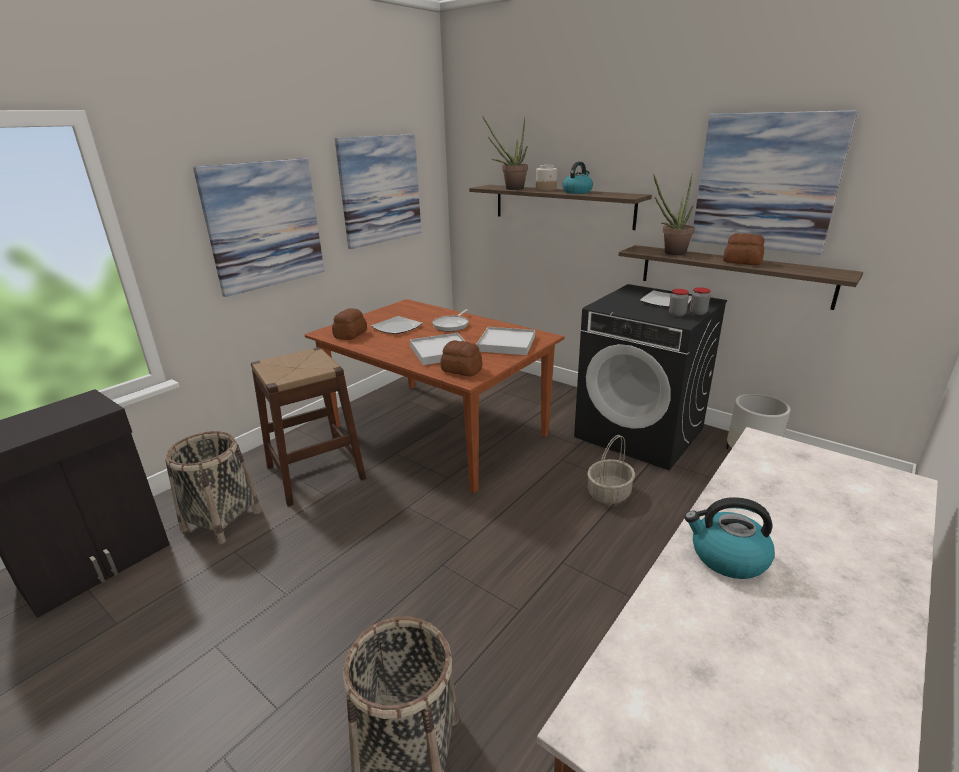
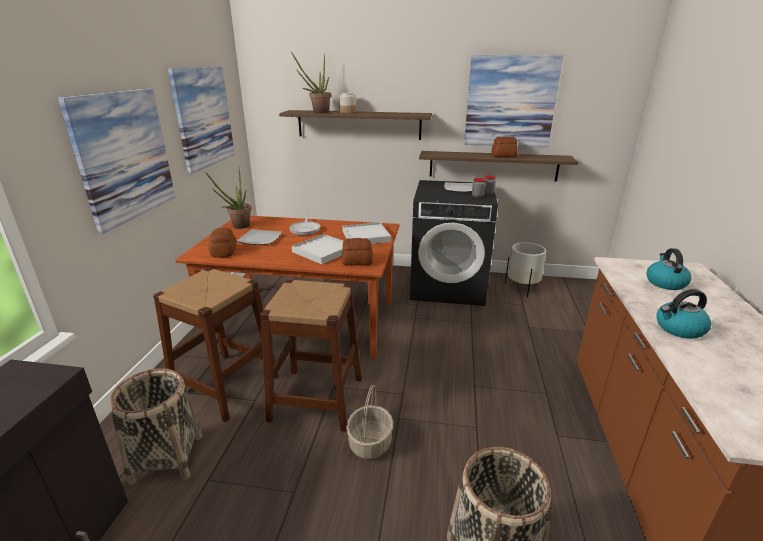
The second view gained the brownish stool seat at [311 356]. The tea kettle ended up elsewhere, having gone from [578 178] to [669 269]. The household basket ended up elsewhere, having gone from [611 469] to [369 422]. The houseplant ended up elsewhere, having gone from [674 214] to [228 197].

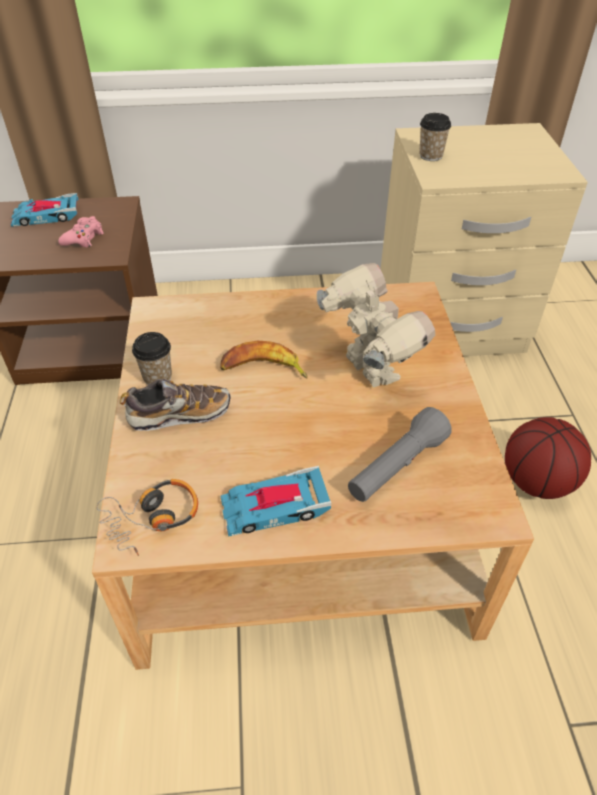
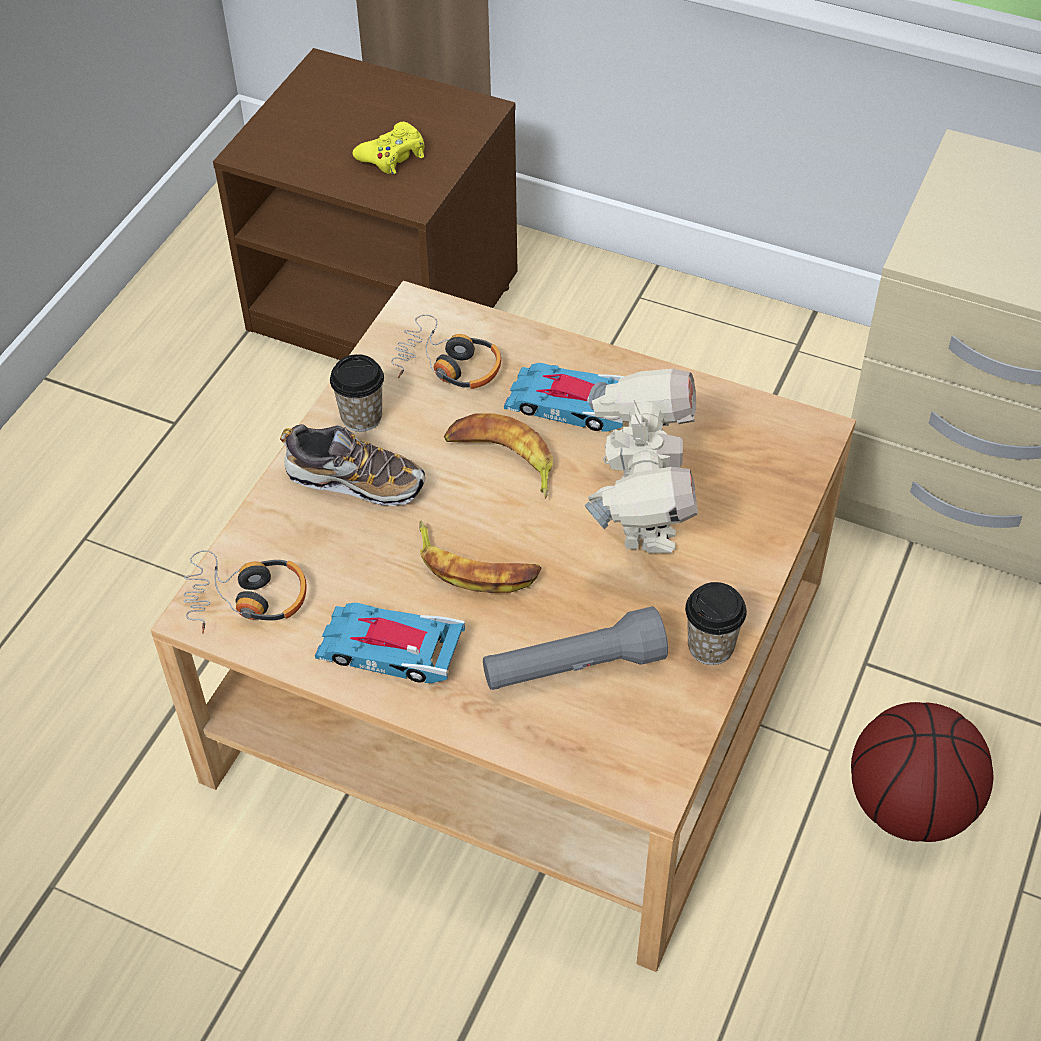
The second view gained the headset at [446 352]. The second view gained the banana fruit at [480 557]. The miniature car ended up elsewhere, having gone from [44 210] to [564 397]. The small cup ended up elsewhere, having gone from [435 137] to [716 623]. What was the pink joypad at [81 231] turned into the yellow-coloured joypad at [388 148].

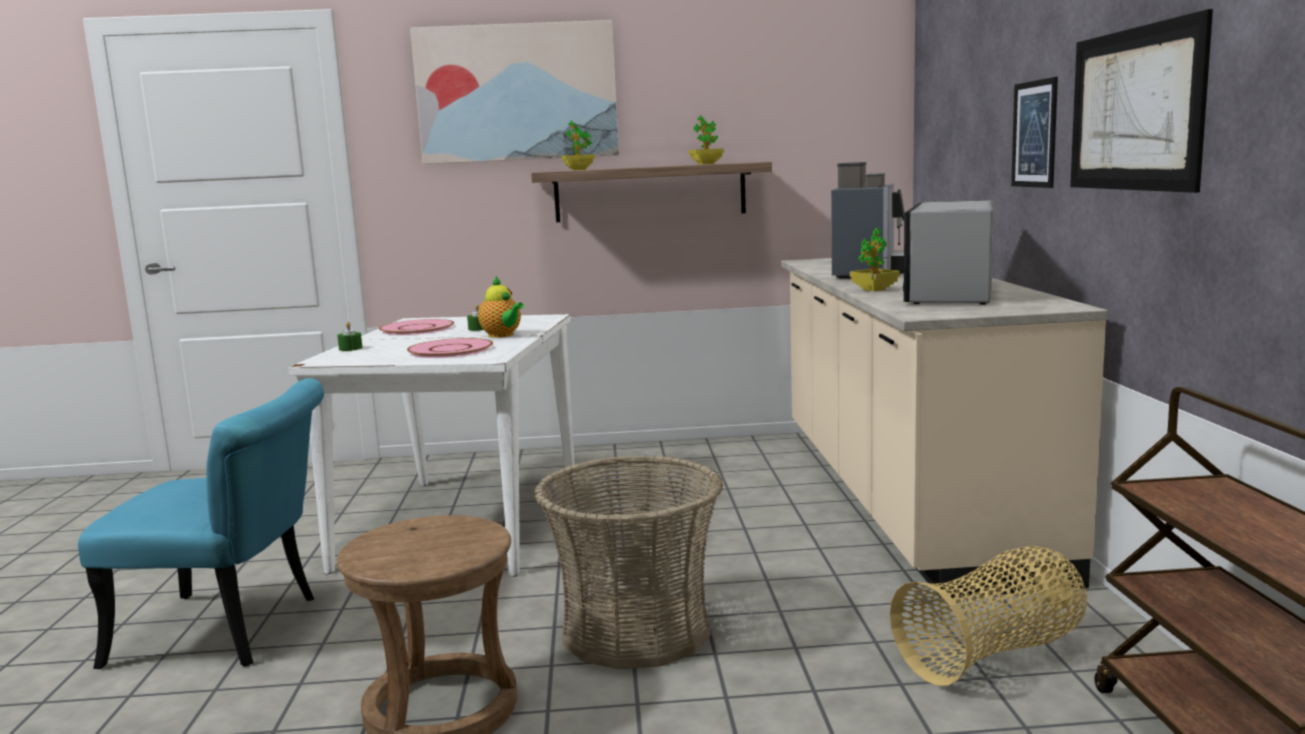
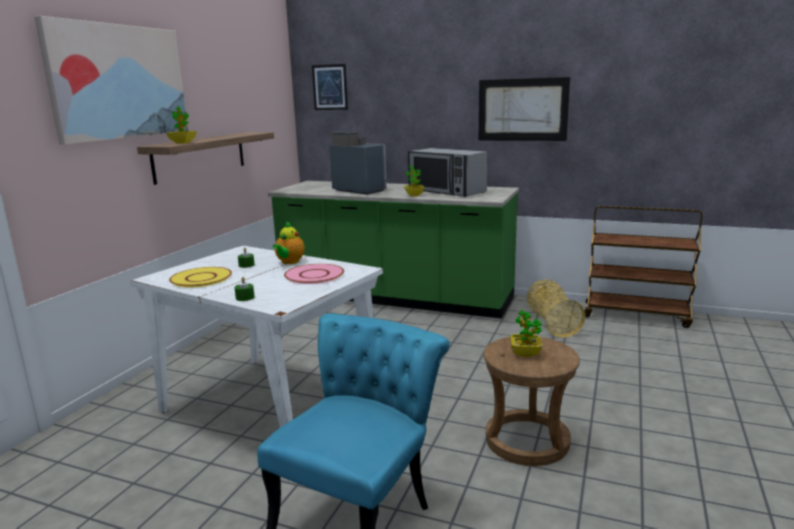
The second view lost the household basket at [628 562]. The houseplant ended up elsewhere, having gone from [706 140] to [526 333]. The picture ended up elsewhere, having gone from [1034 132] to [330 87]. What was the pink plate at [416 327] turned into the yellow-coloured plate at [200 277]. What was the sand-coloured kitchen base unit at [944 428] turned into the green kitchen base unit at [393 250]. The tea pot at [501 307] ended up facing another way, 120 degrees clockwise from before.

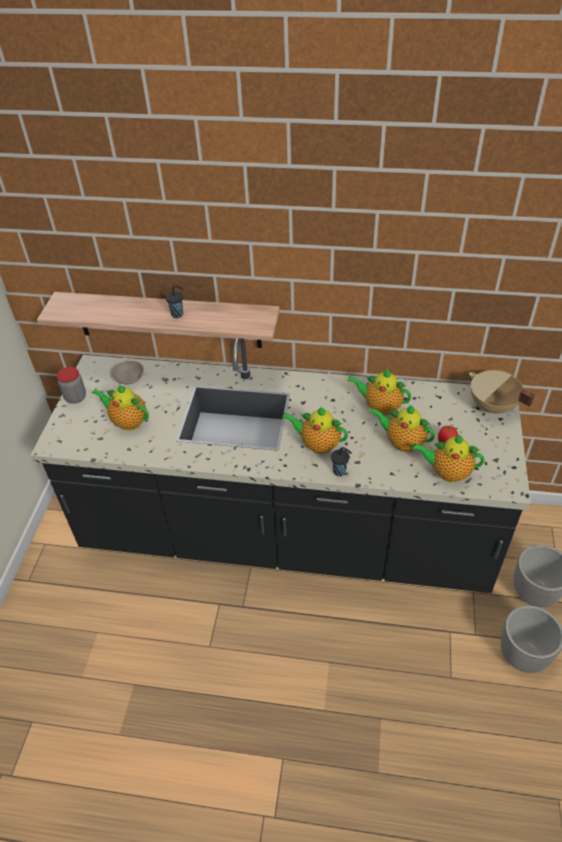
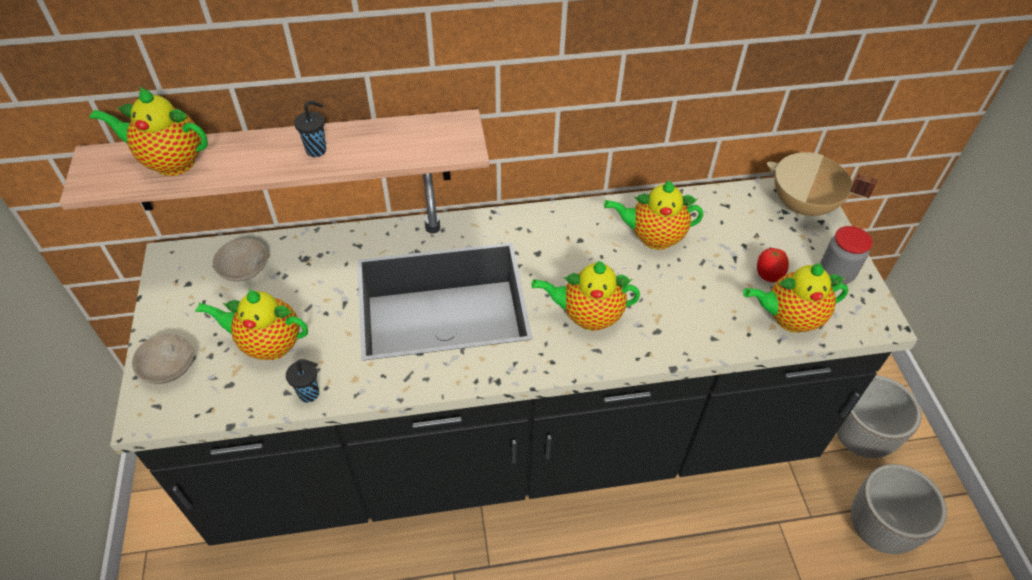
The second view gained the sand-coloured deep dish at [163 359]. The preserve jar ended up elsewhere, having gone from [71 385] to [846 255]. The black-coloured small cup ended up elsewhere, having gone from [341 461] to [302 381]. The tea pot ended up elsewhere, having gone from [402 428] to [148 131].

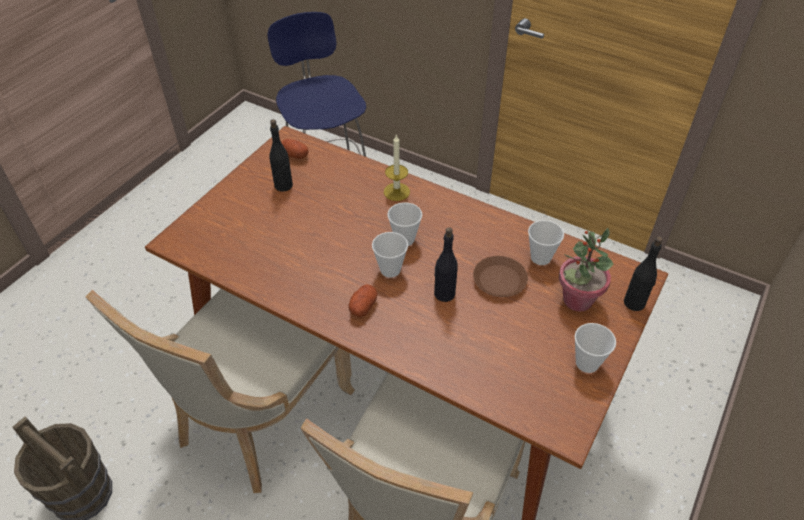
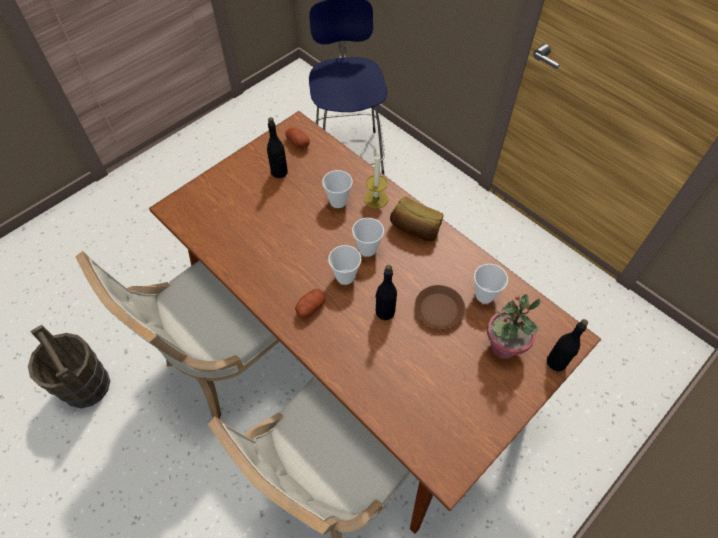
The second view gained the baked bread at [416 218]. The small cup ended up elsewhere, having gone from [595 348] to [337 189].

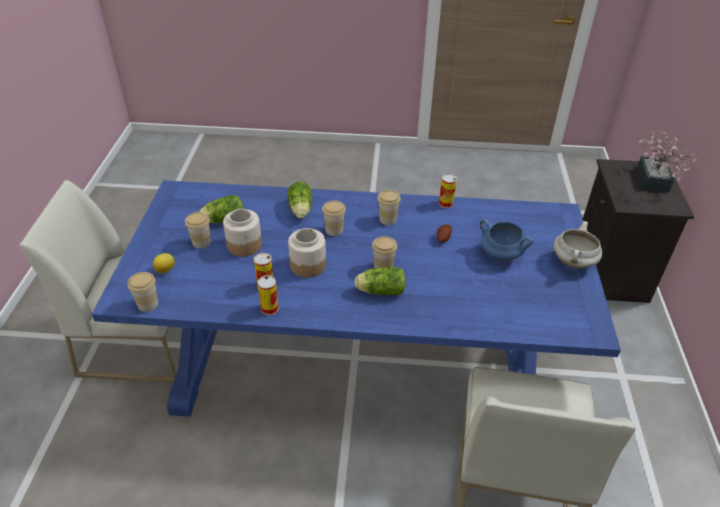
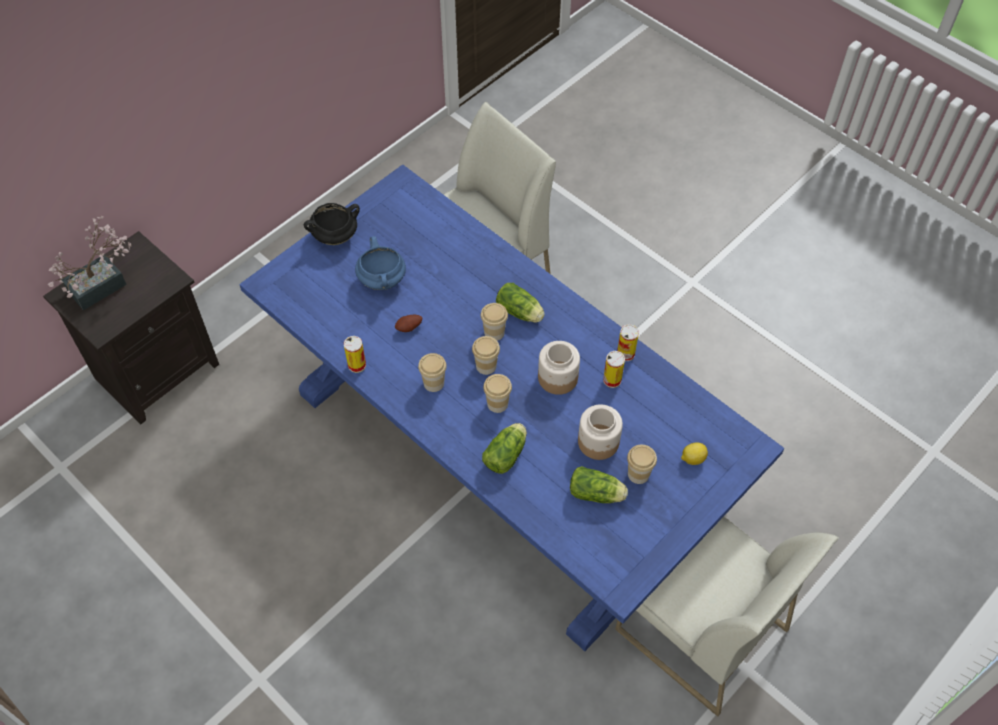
The small cup ended up elsewhere, having gone from [142 292] to [486 355]. What was the whitish stockpot at [577 245] turned into the black-coloured stockpot at [332 224].

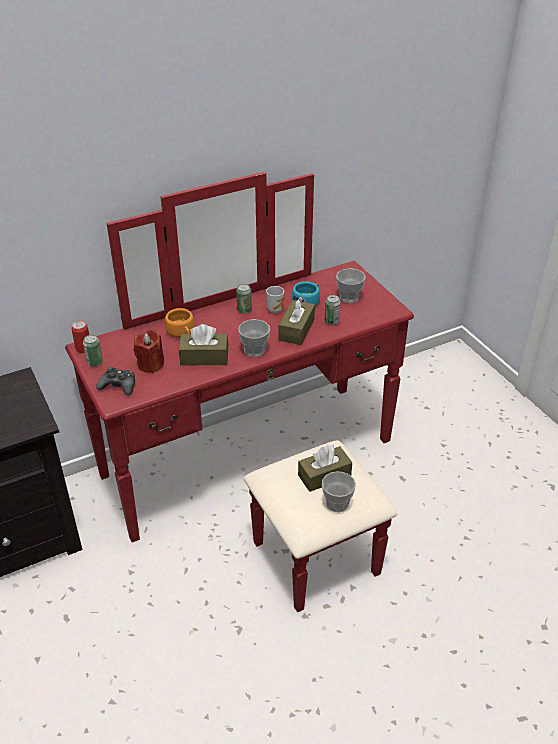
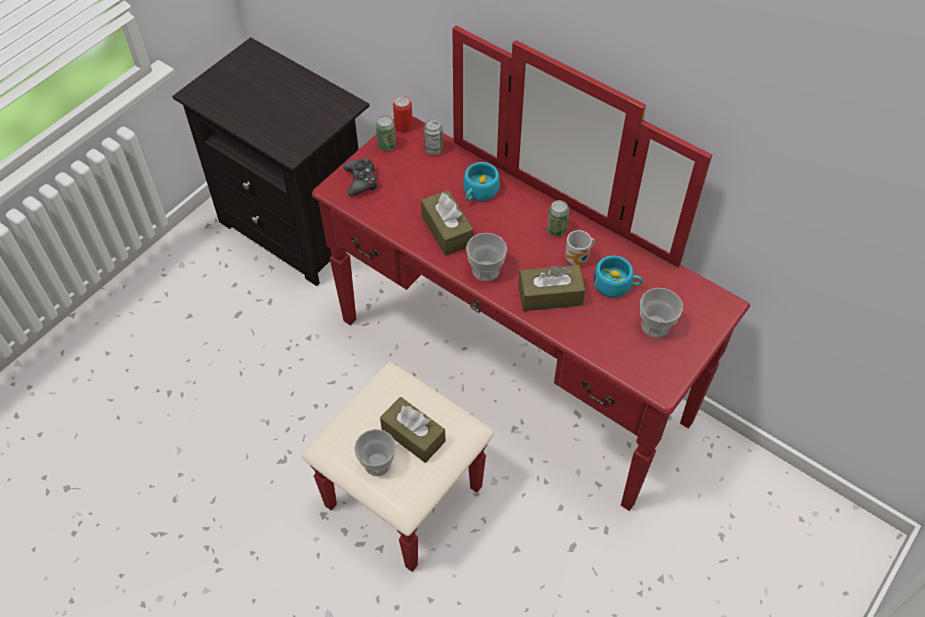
The second view lost the reddish wax light at [149 351]. The metal can ended up elsewhere, having gone from [333 310] to [433 137]. What was the orangey small cup at [180 323] turned into the blue-green small cup at [481 181].

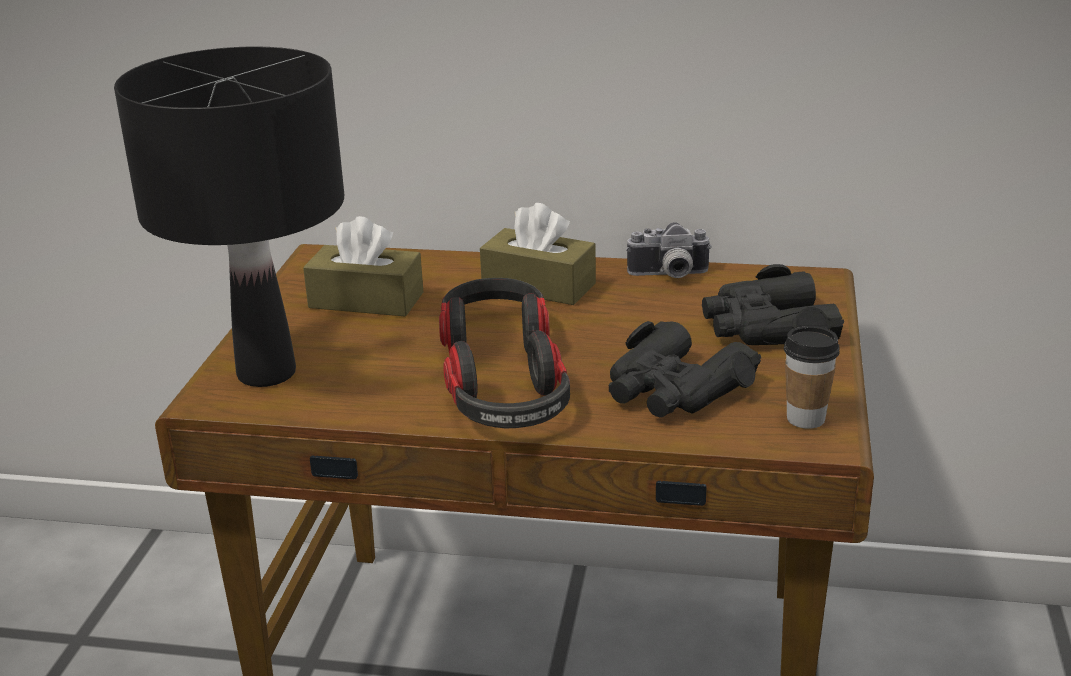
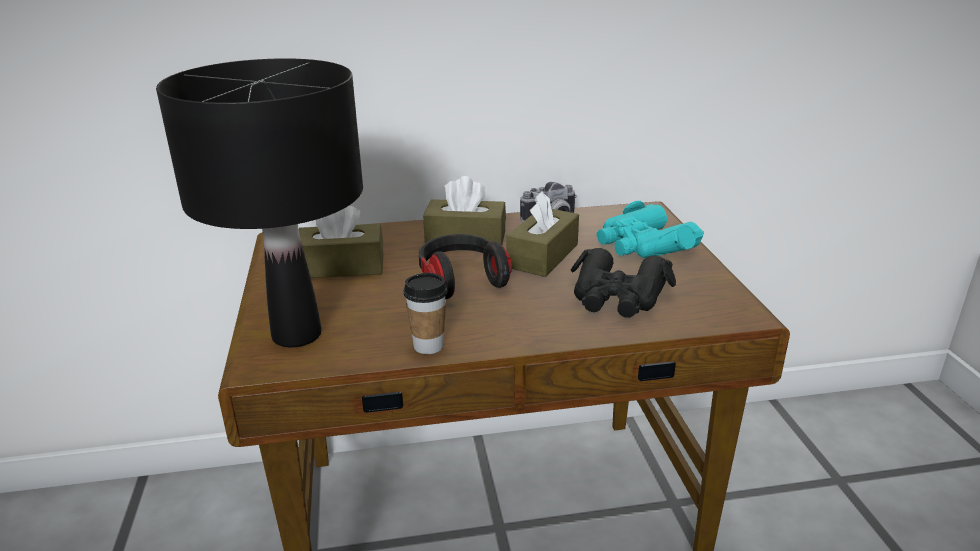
The second view lost the headset at [506 379]. The second view gained the brownish box of tissues at [542 234]. The small cup ended up elsewhere, having gone from [812 377] to [425 313]. What was the black-coloured pair of binoculars at [773 304] turned into the blue-green pair of binoculars at [650 229].

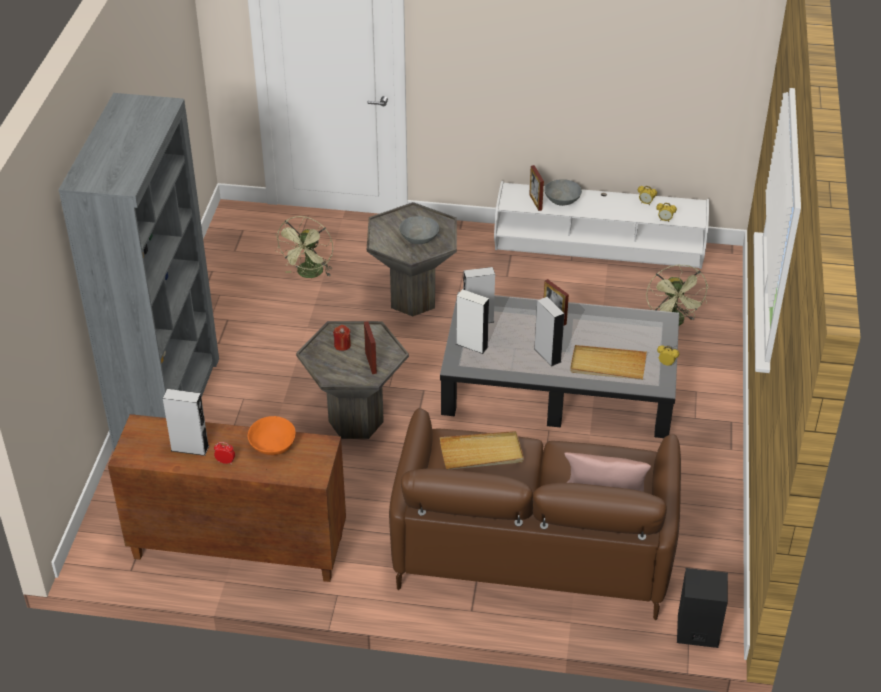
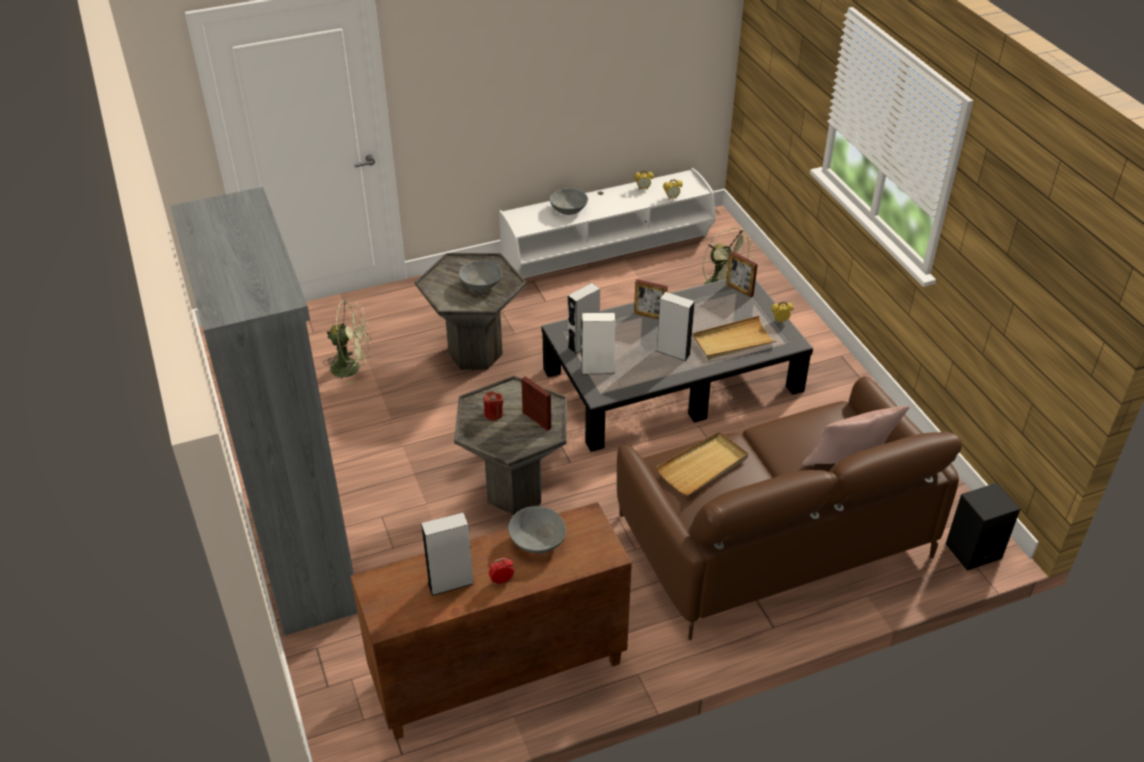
The picture frame ended up elsewhere, having gone from [536 188] to [742 274]. What was the orangey deep dish at [271 435] turned into the grey deep dish at [537 529]. The green electric fan at [304 247] ended up facing another way, 75 degrees counterclockwise from before.

